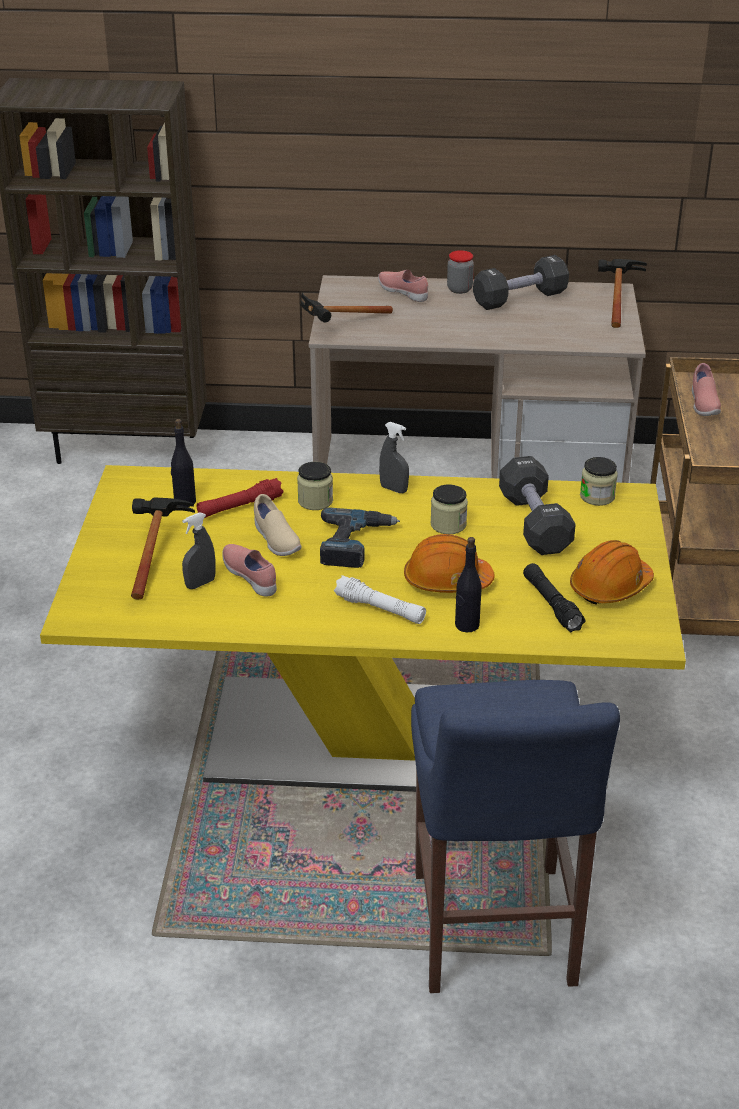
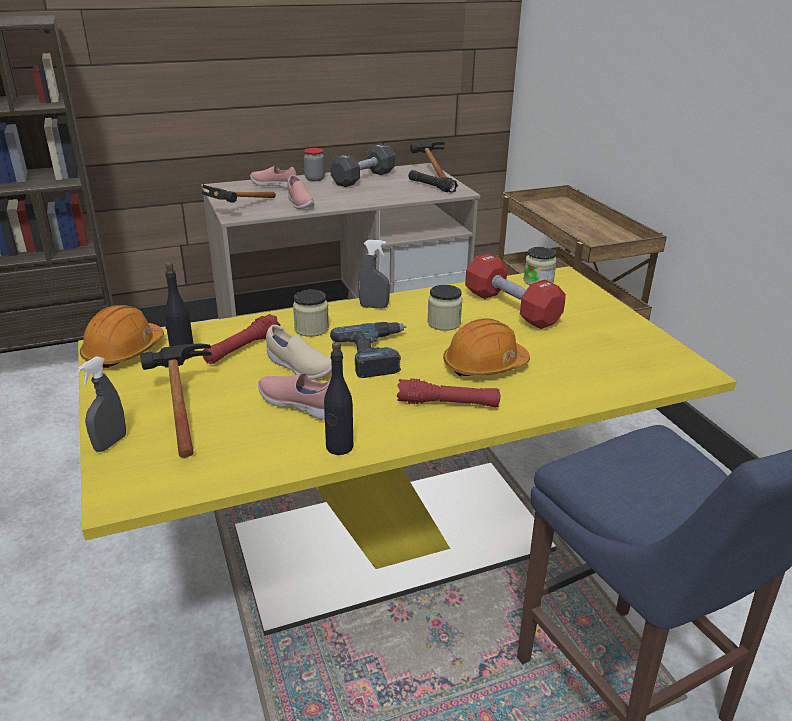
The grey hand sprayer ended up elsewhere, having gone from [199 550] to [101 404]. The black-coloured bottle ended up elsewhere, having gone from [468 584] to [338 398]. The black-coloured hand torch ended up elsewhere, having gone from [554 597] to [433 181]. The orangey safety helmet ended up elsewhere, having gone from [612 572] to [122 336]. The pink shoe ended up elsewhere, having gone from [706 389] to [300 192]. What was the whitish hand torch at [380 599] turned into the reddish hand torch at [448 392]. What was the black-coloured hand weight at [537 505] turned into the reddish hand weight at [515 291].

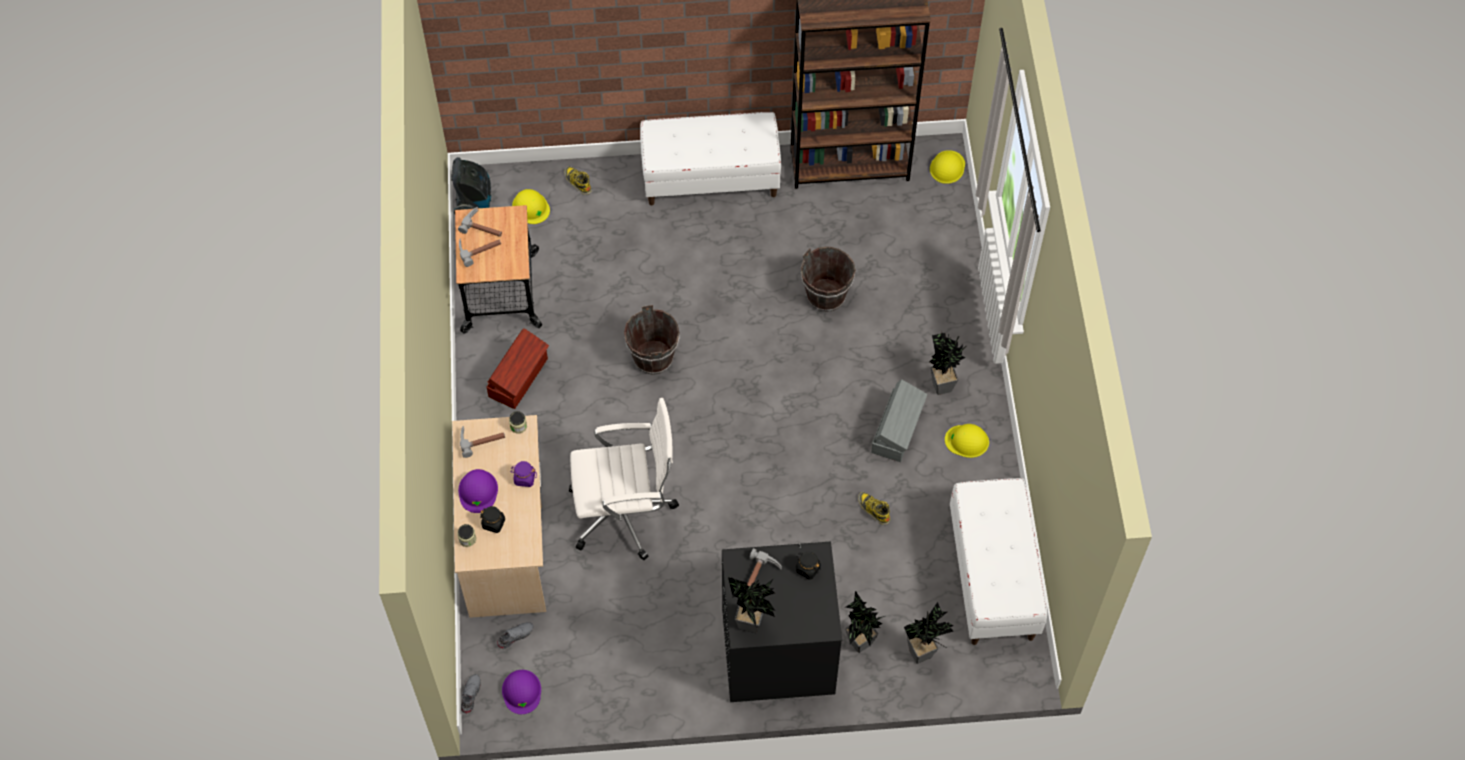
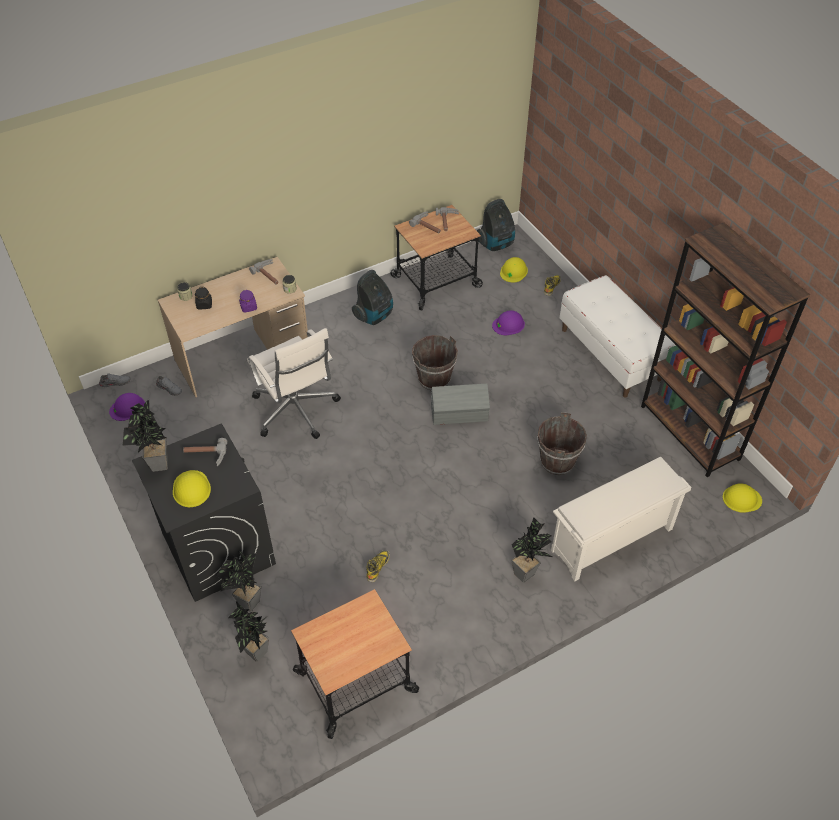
The second view lost the black-coloured preserve jar at [808 566]. The second view gained the whitish shoe stand at [621 519]. The purple-coloured safety helmet ended up elsewhere, having gone from [478 491] to [508 323]. The grey storage box ended up elsewhere, having gone from [899 420] to [460 404]. The yellow-coloured safety helmet ended up elsewhere, having gone from [967 441] to [192 488]. Where the brownish storage box stood at [517 368], the vacuum came to stand at [372 297]. Where the whitish long seat stood at [998 561], the trolley came to stand at [355 664].

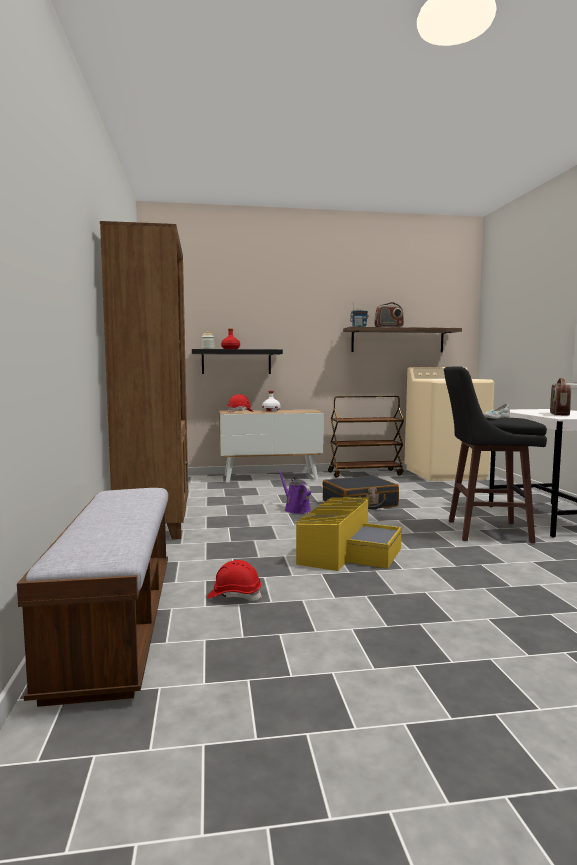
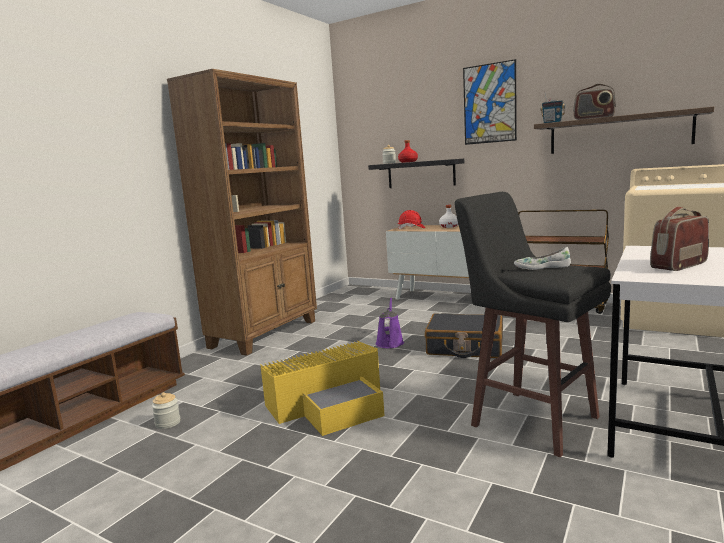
The second view gained the picture at [490 102]. Where the reddish safety helmet stood at [234 580], the preserve jar came to stand at [166 410].

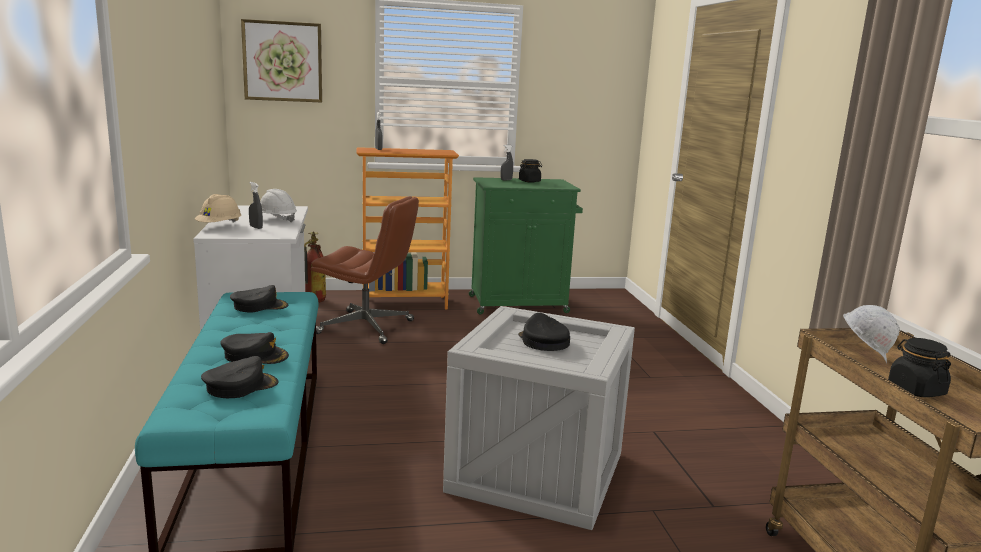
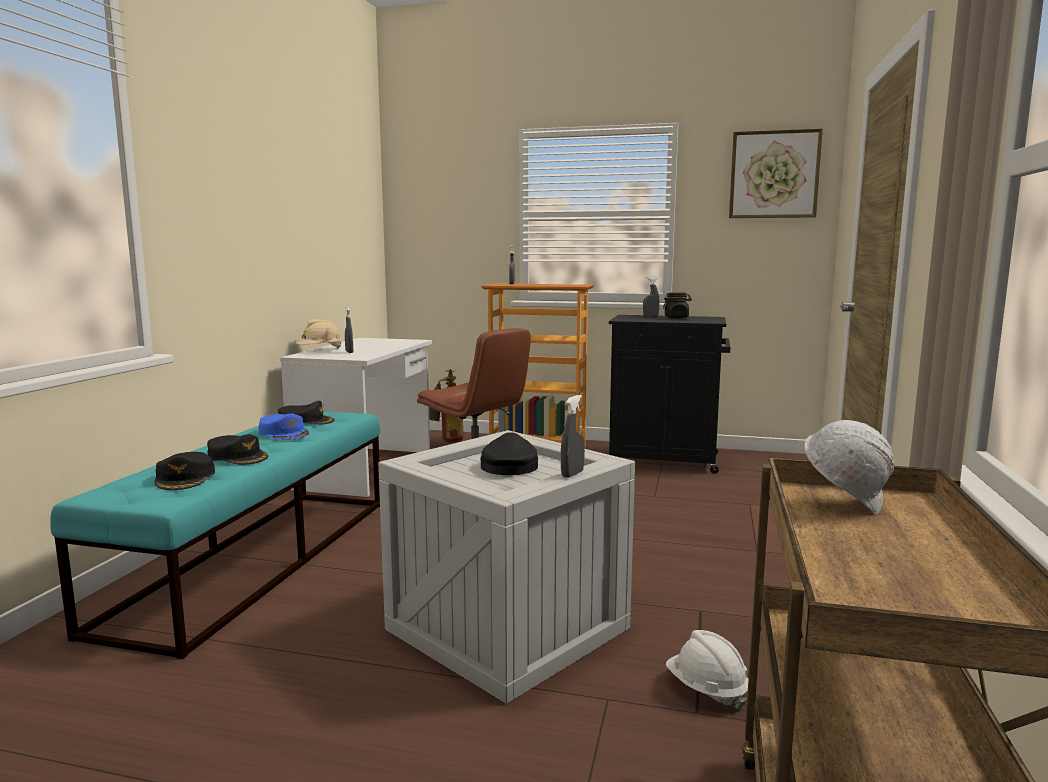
The second view lost the black-coloured preserve jar at [919 367]. The second view gained the blue cap at [283 426]. The second view gained the grey hand sprayer at [573 436]. The picture ended up elsewhere, having gone from [281 61] to [776 173]. The whitish safety helmet ended up elsewhere, having gone from [278 206] to [707 669]. What was the green cupboard at [526 245] turned into the black-coloured cupboard at [669 394]. The black-coloured cap at [239 377] ended up facing another way, 90 degrees clockwise from before.

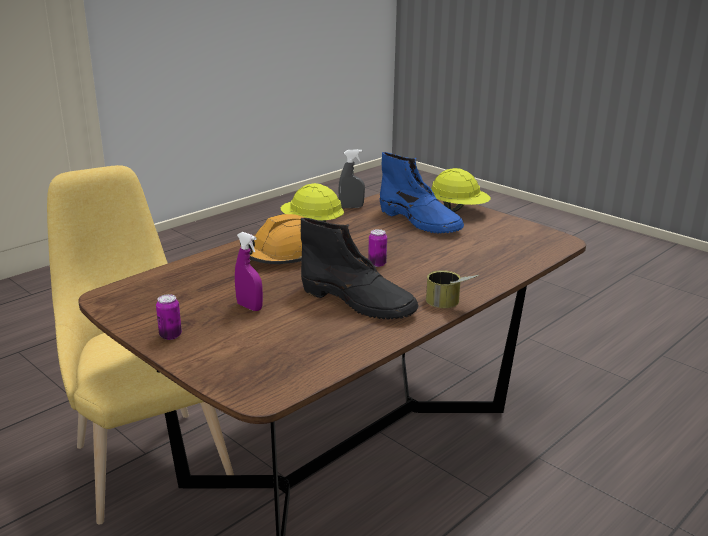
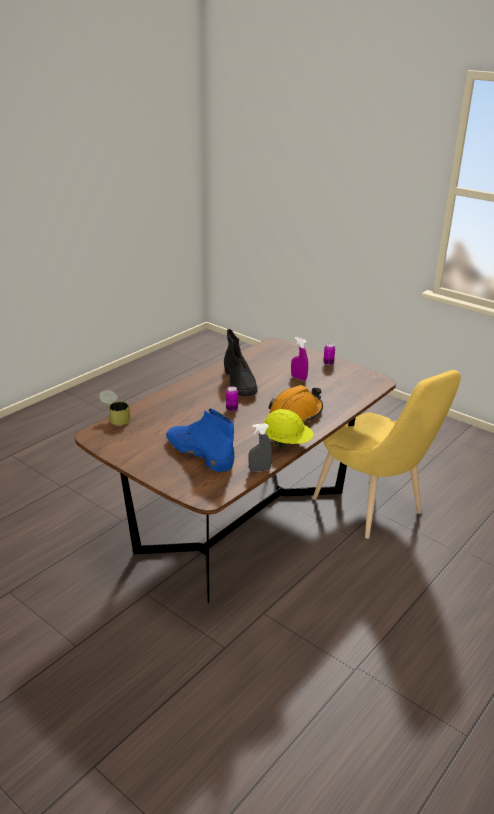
The second view lost the yellow-coloured safety helmet at [461 190]. The metal can ended up elsewhere, having gone from [452 289] to [114 407]. The black-coloured boot at [359 269] ended up facing another way, 135 degrees counterclockwise from before.

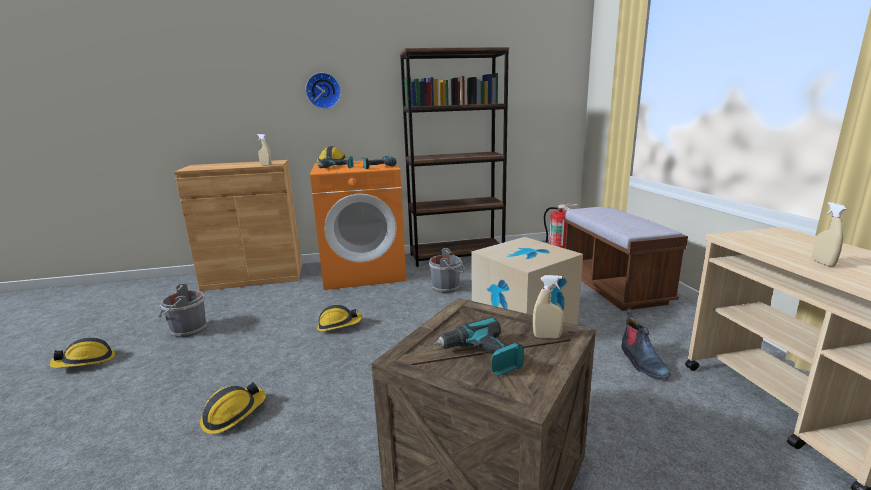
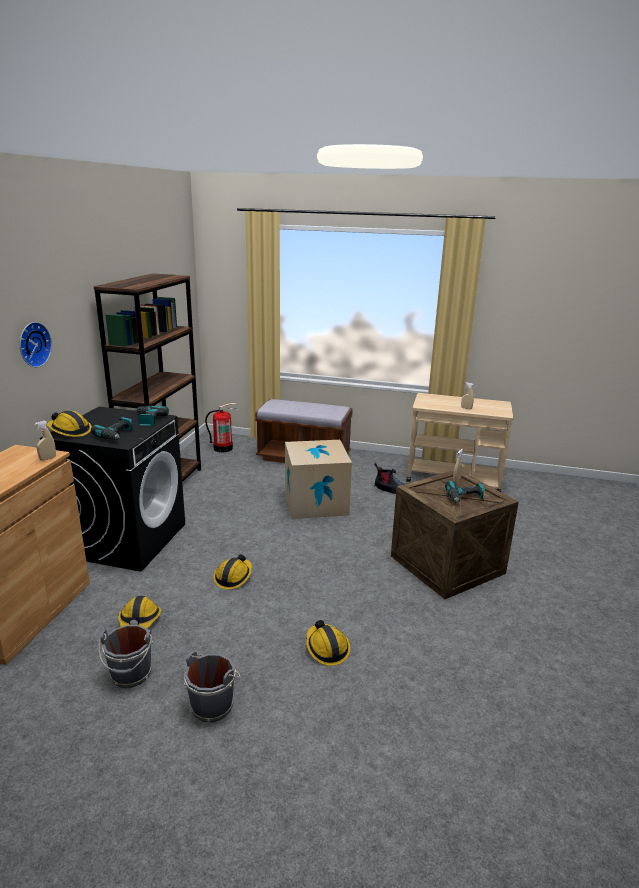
The safety helmet ended up elsewhere, having gone from [82 352] to [139 612]. The grey bucket ended up elsewhere, having gone from [447 270] to [212 686]. What was the orangey laundry appliance at [358 225] turned into the black-coloured laundry appliance at [112 489].

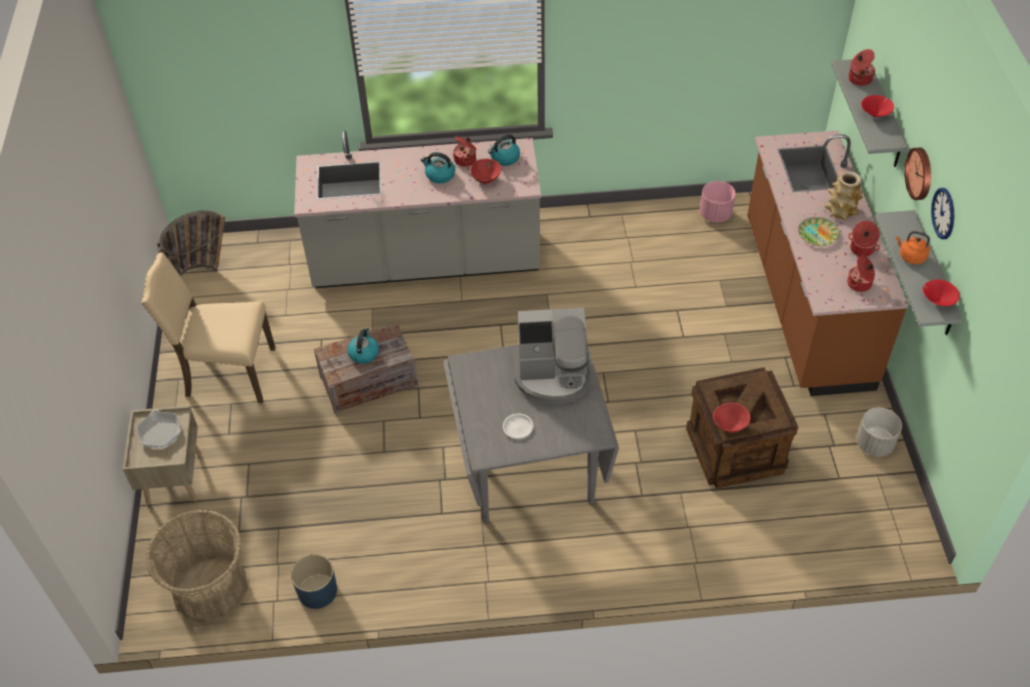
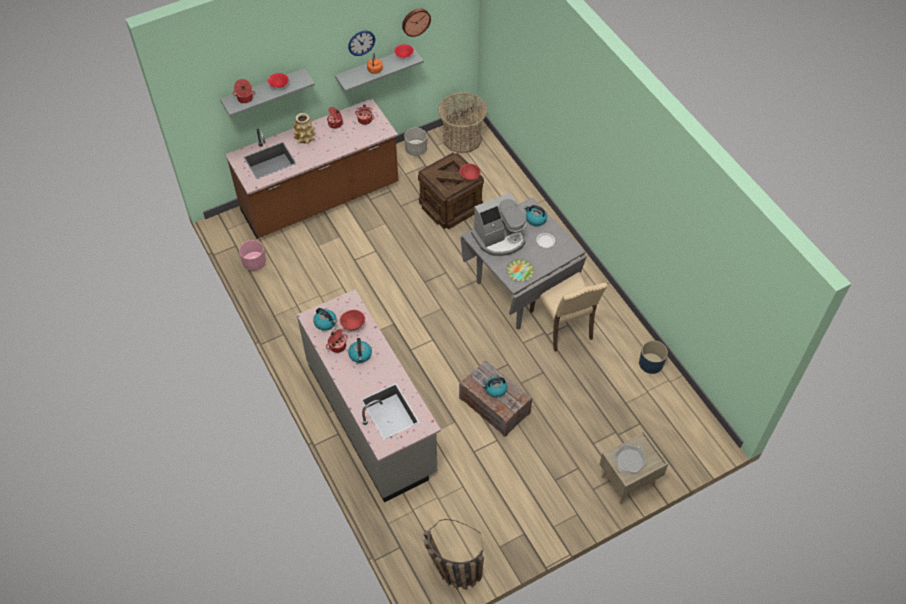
The second view gained the tea kettle at [535 215]. The sand-coloured chair ended up elsewhere, having gone from [208 327] to [568 312]. The household basket ended up elsewhere, having gone from [197 566] to [462 122]. The plate ended up elsewhere, having gone from [819 231] to [520 270]. The wall clock ended up elsewhere, having gone from [918 173] to [416 23]. The coffee machine at [551 356] ended up facing another way, 90 degrees clockwise from before.

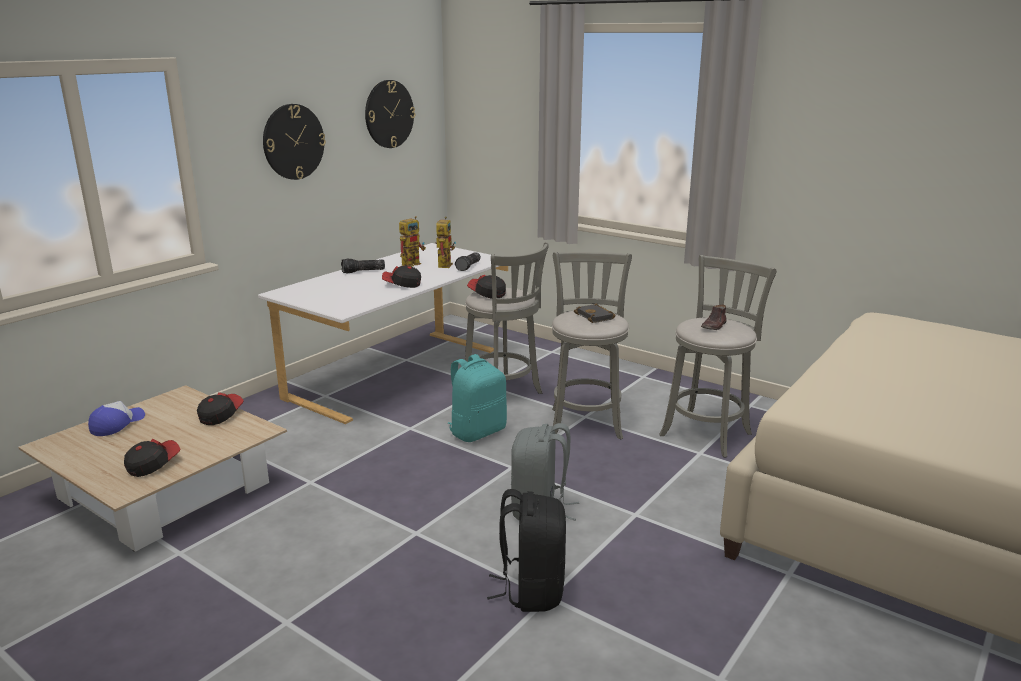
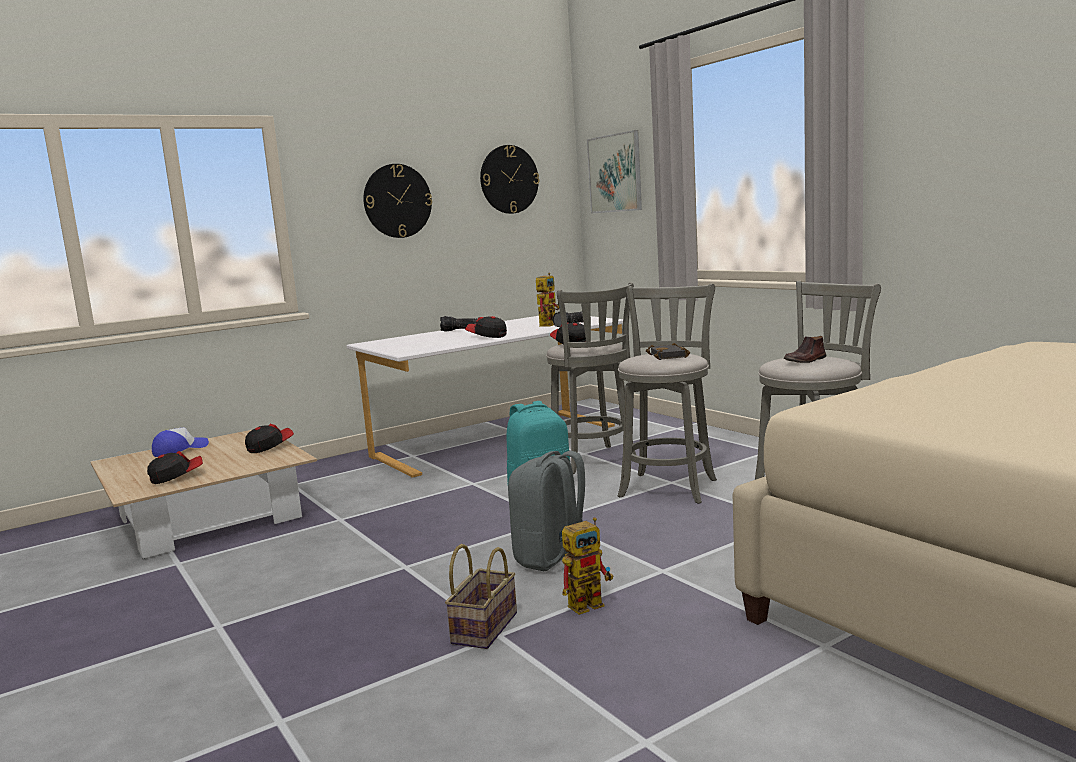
The second view gained the picture at [614 172]. The model robot ended up elsewhere, having gone from [412 241] to [587 566]. Where the black-coloured knapsack stood at [526 550], the household basket came to stand at [481 596].

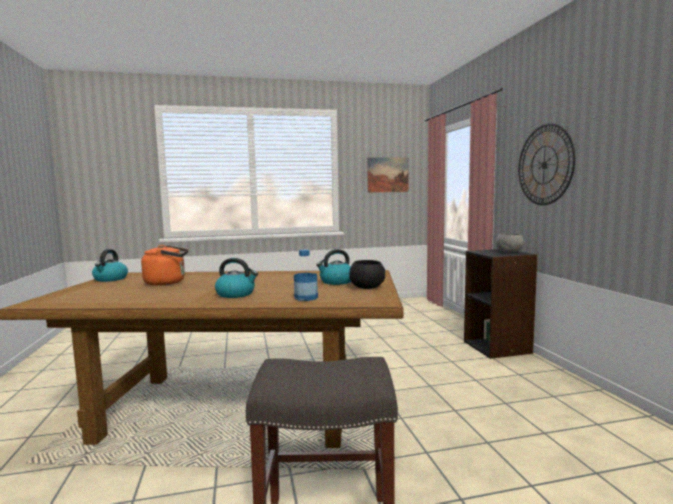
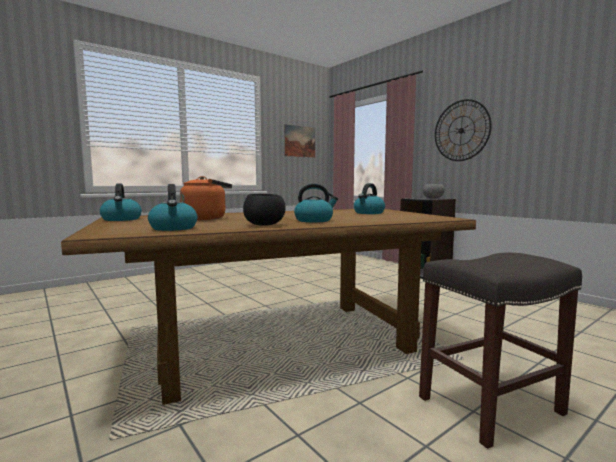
The second view lost the bottle at [306 275]. The second view gained the tea kettle at [172 207]. The black-coloured deep dish ended up elsewhere, having gone from [367 274] to [264 210].

